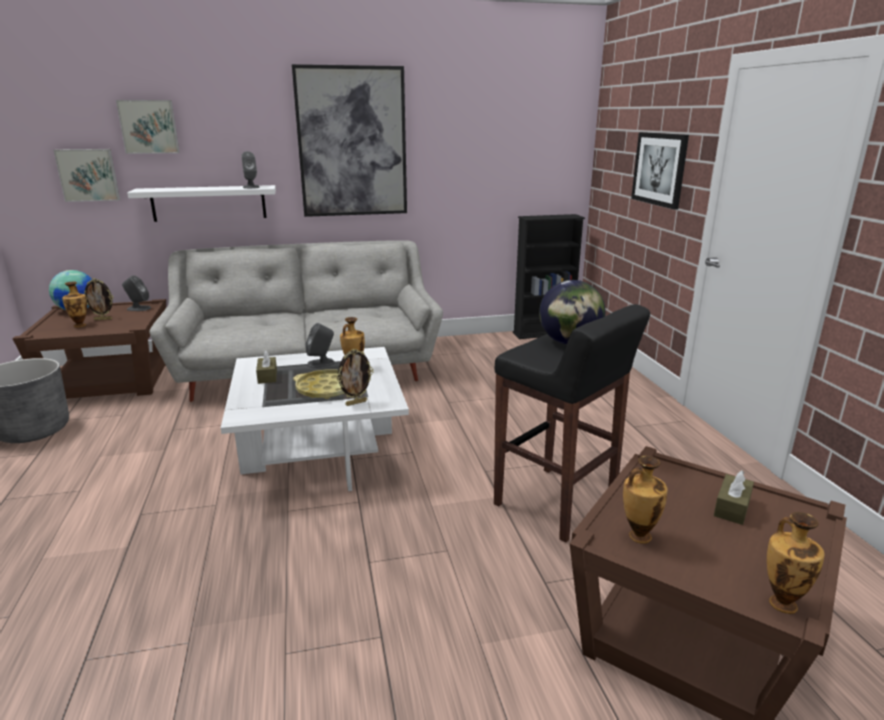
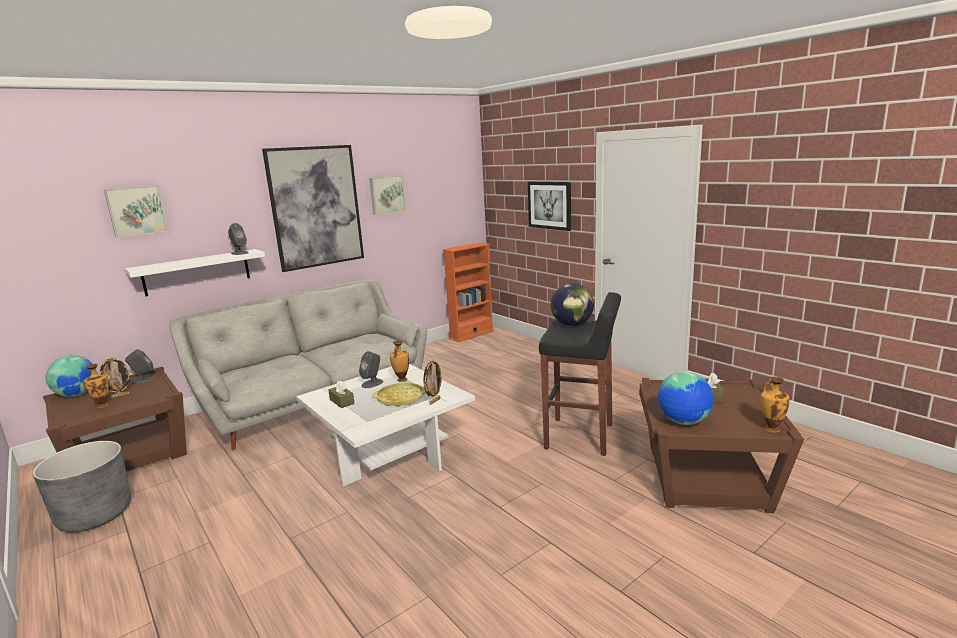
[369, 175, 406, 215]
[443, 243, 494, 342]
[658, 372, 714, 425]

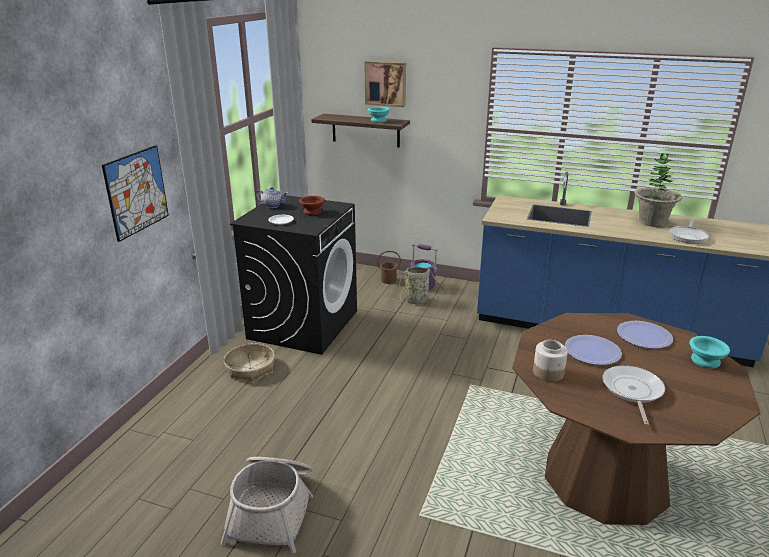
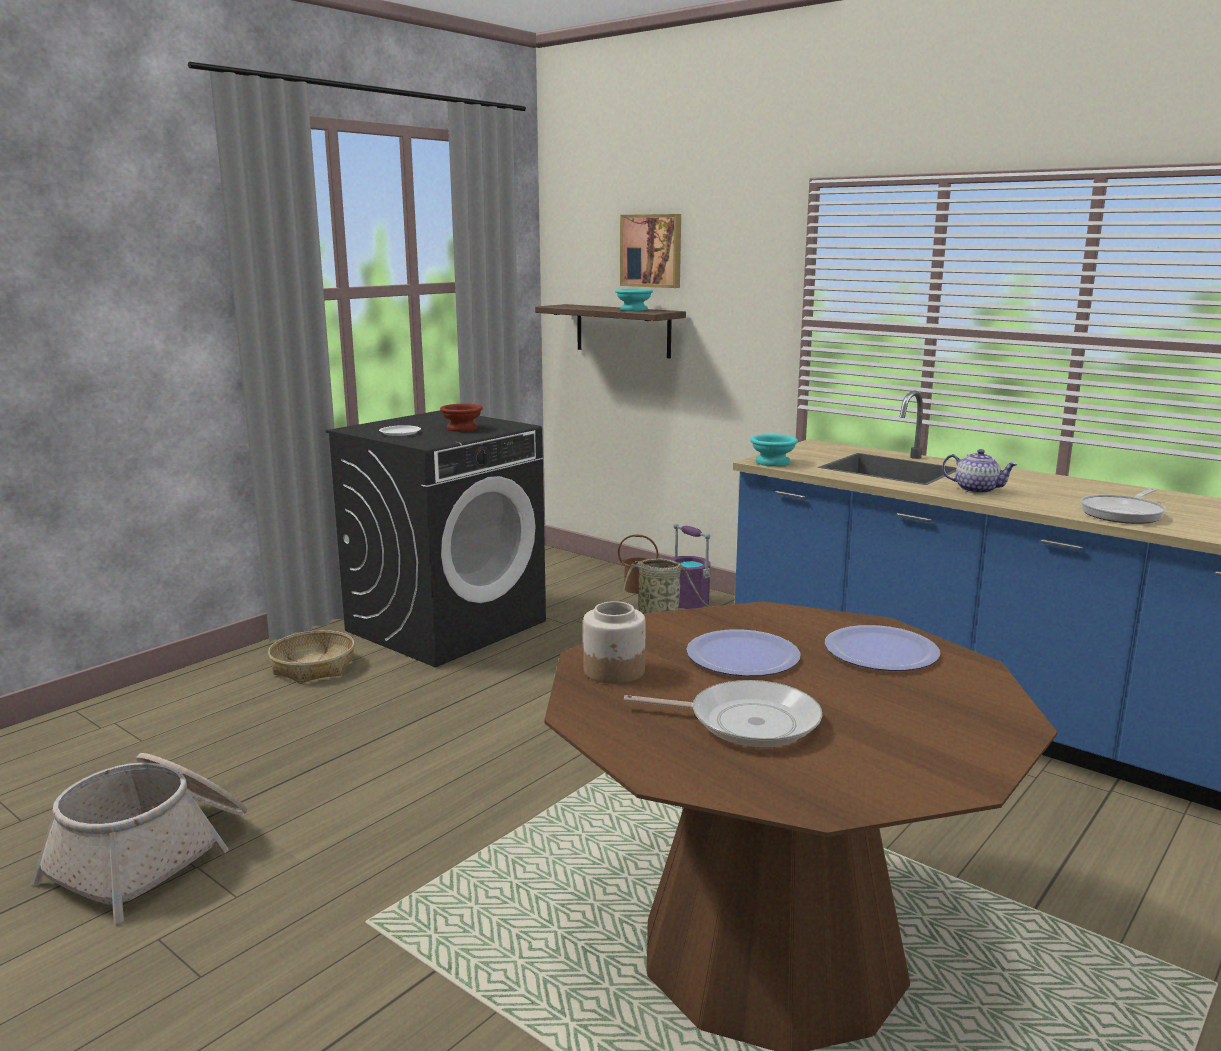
[624, 680, 822, 747]
[750, 434, 798, 466]
[942, 449, 1018, 494]
[102, 145, 169, 242] (first image)
[634, 153, 682, 227] (first image)

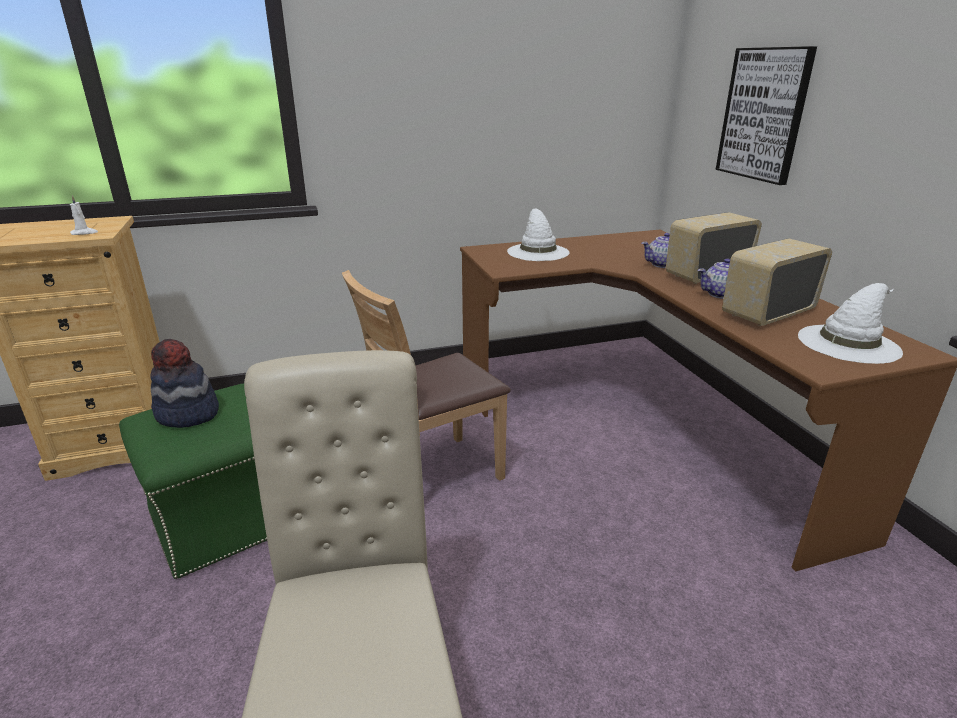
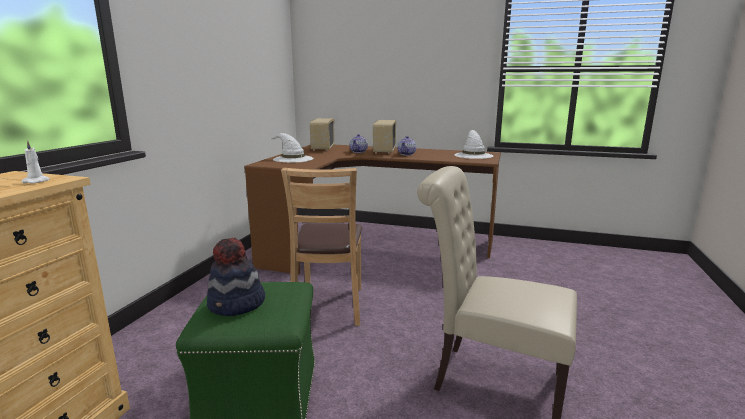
[310, 118, 335, 151]
[716, 46, 817, 185] (first image)

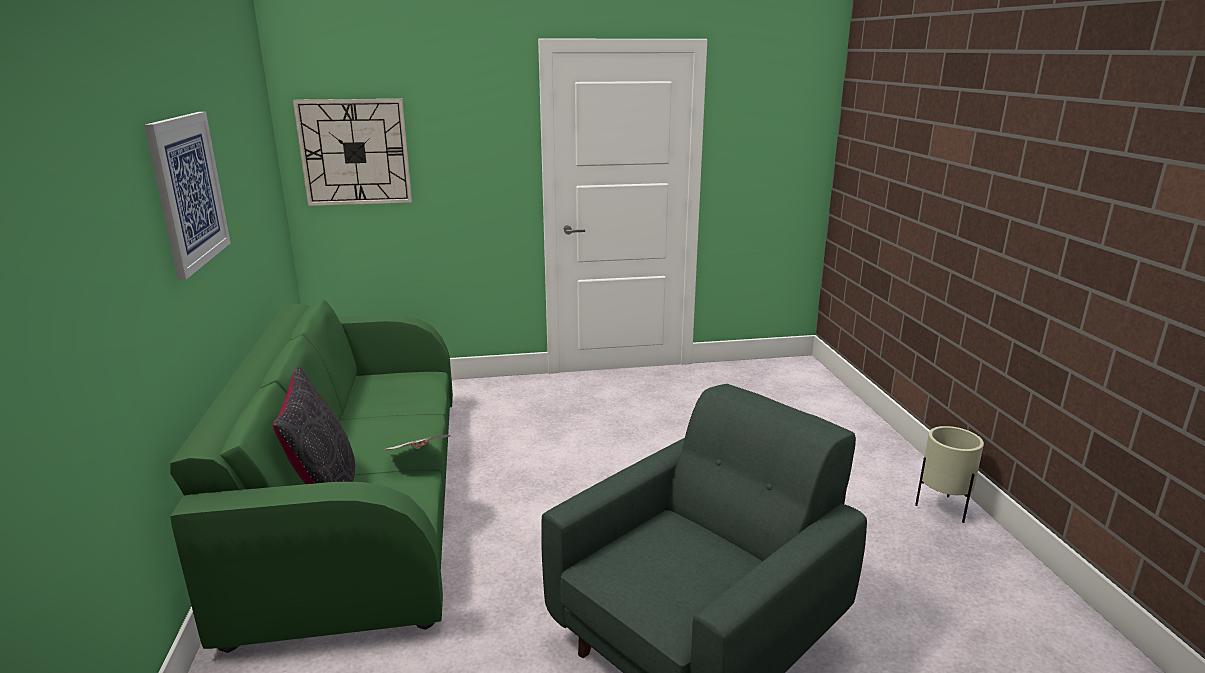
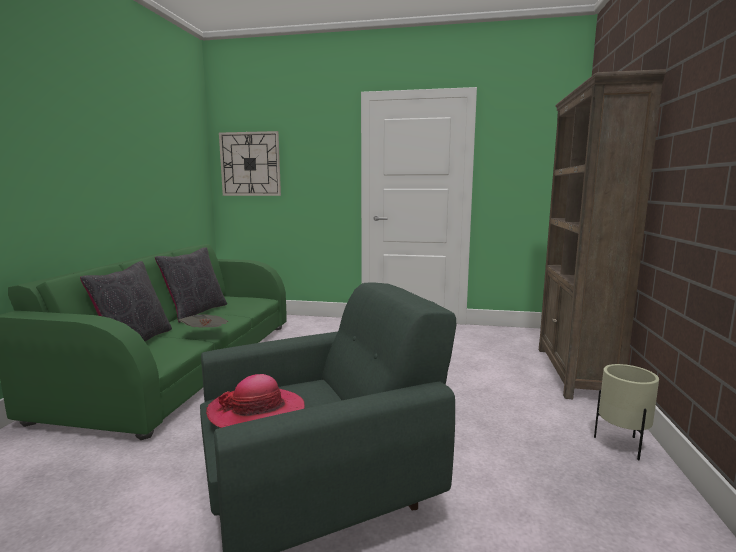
[155, 247, 227, 323]
[206, 374, 305, 428]
[539, 69, 666, 399]
[144, 112, 230, 280] (first image)

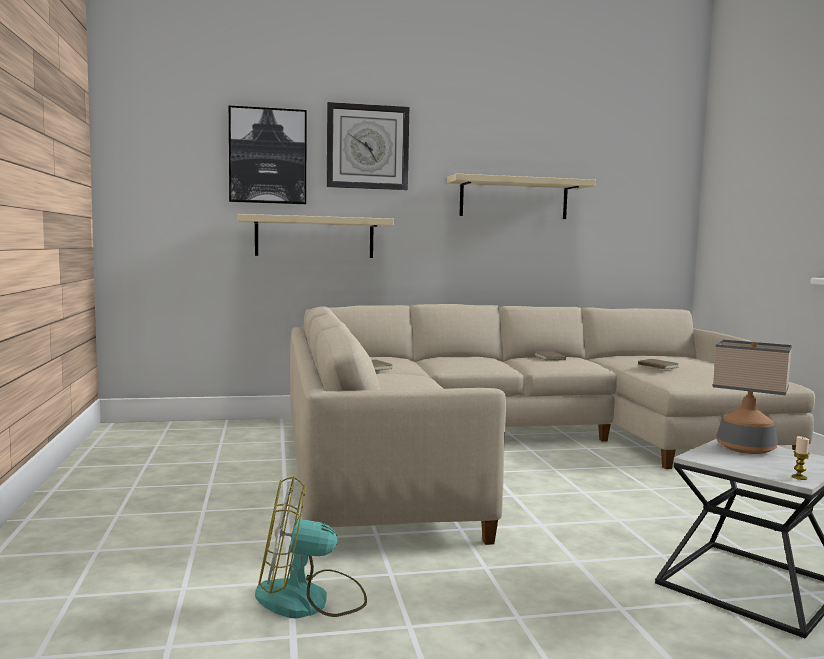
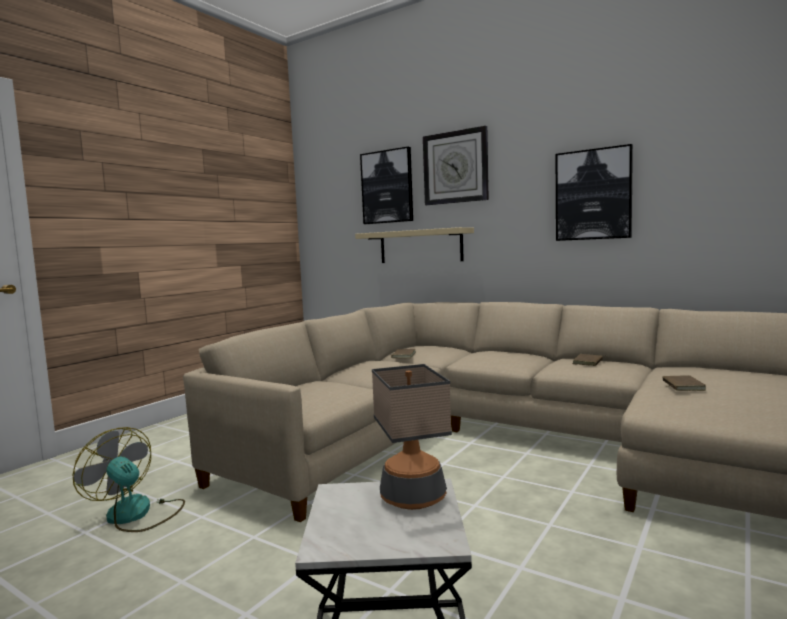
[556, 144, 633, 241]
[792, 436, 810, 480] (first image)

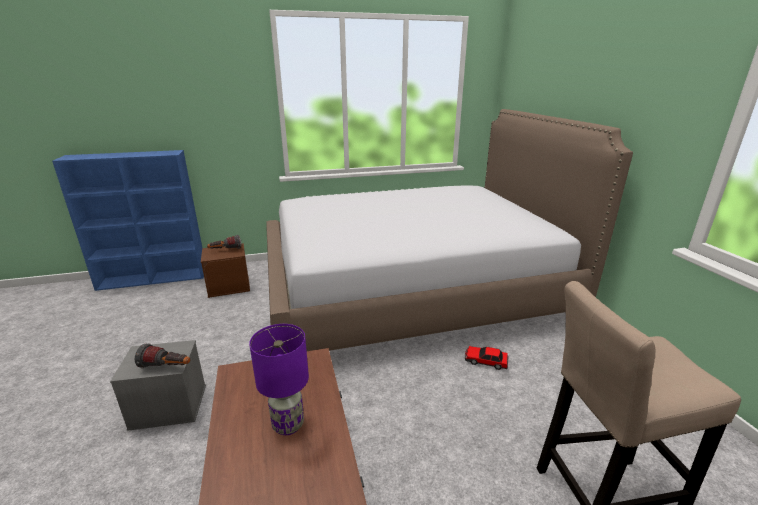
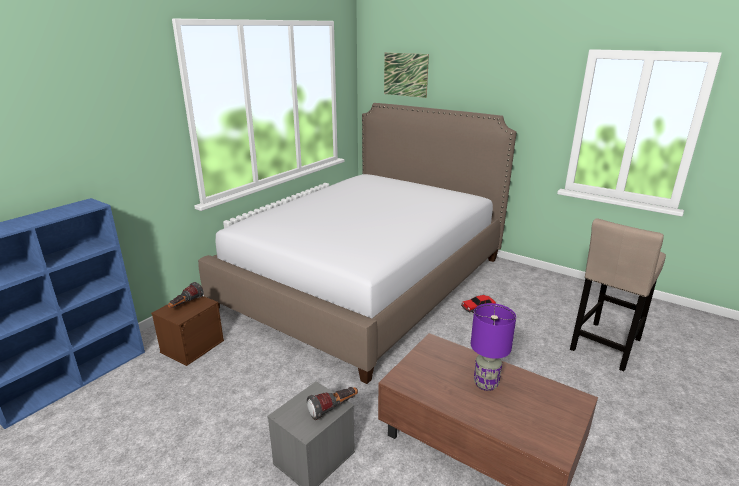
[384, 53, 429, 98]

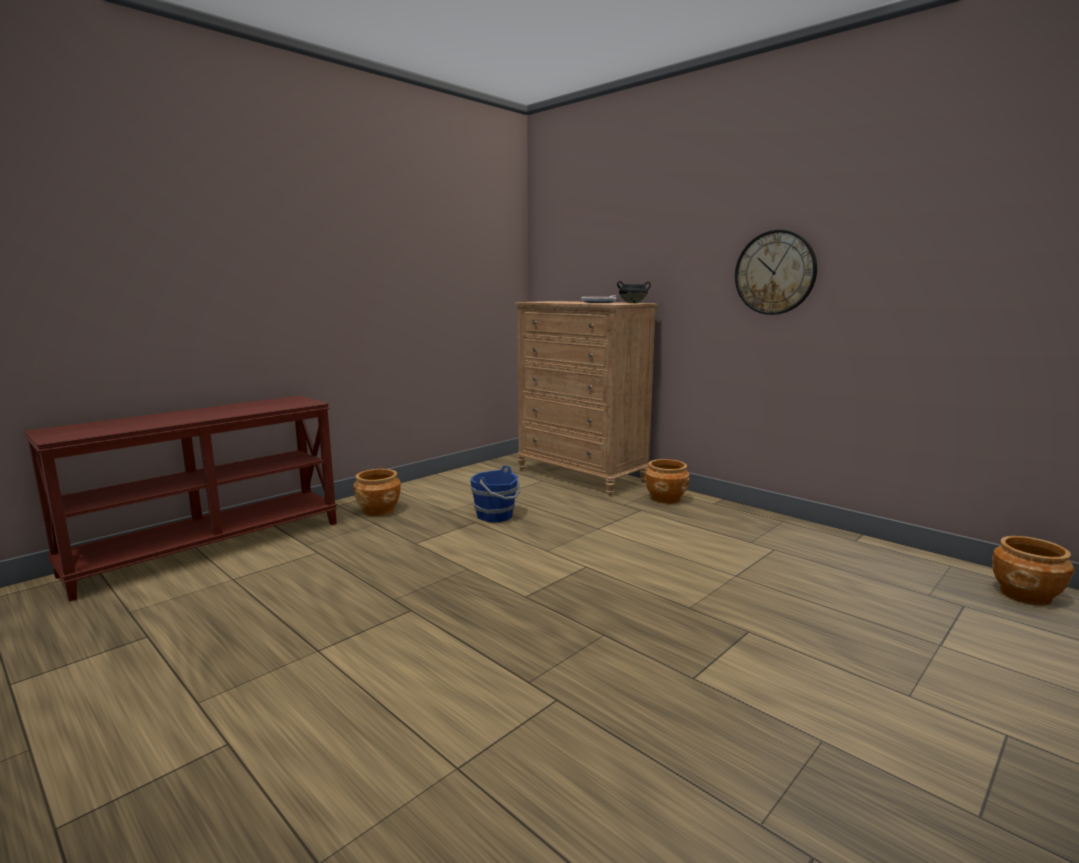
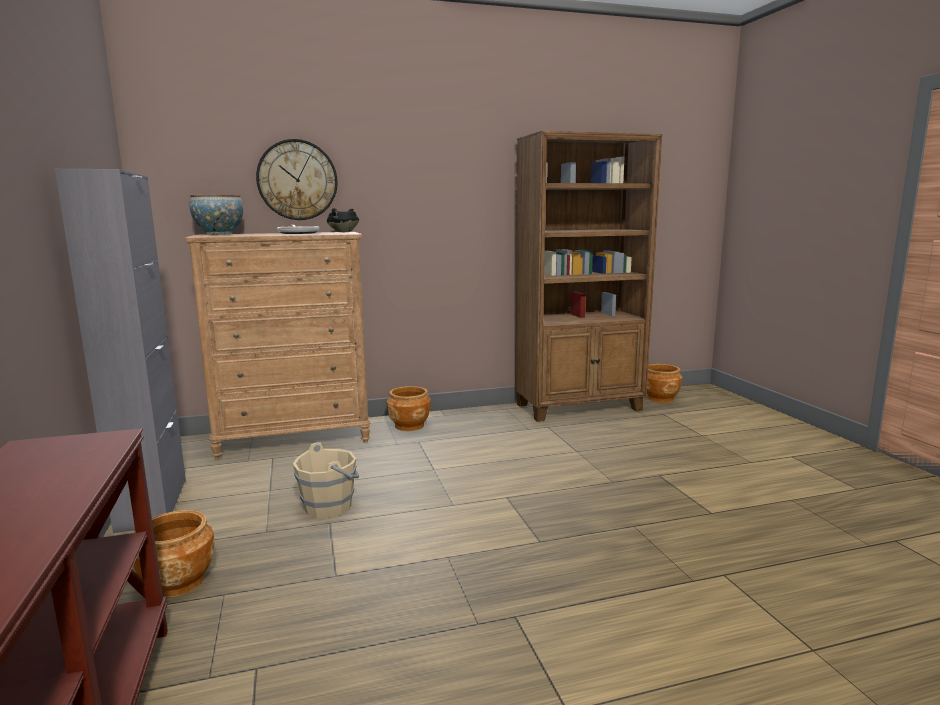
[55, 169, 186, 533]
[190, 195, 243, 235]
[256, 139, 338, 220]
[293, 442, 359, 519]
[515, 131, 662, 422]

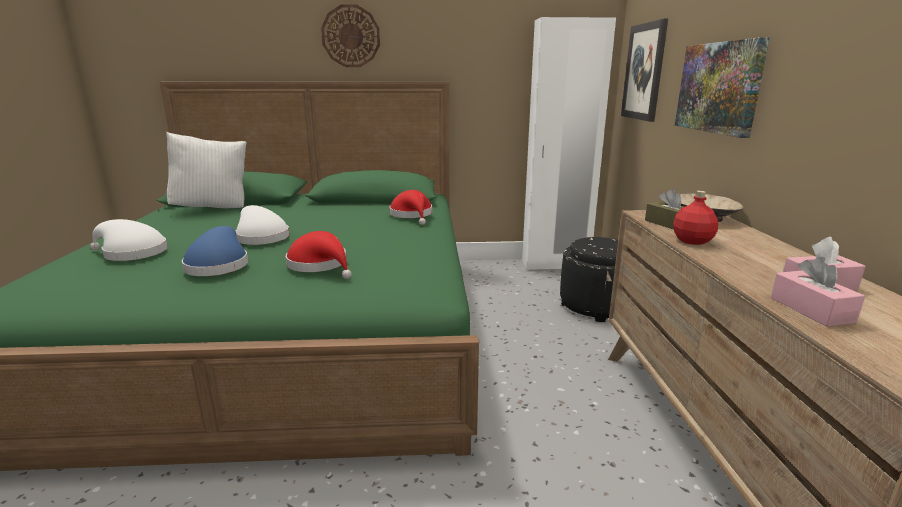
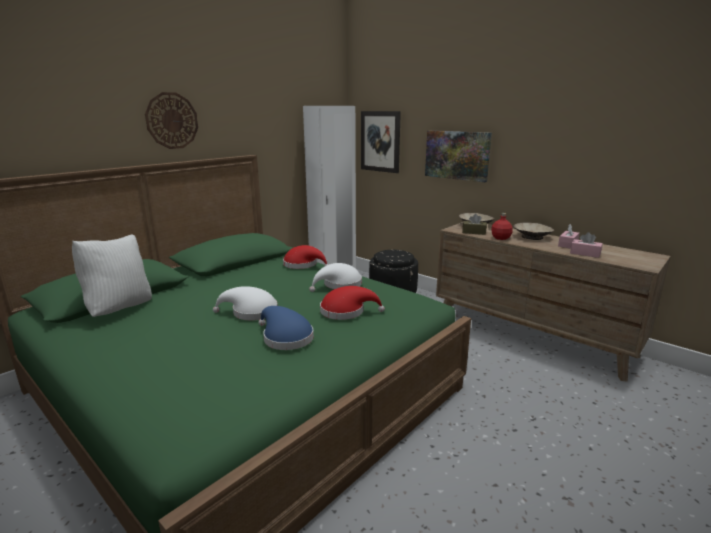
[309, 263, 362, 292]
[513, 222, 554, 240]

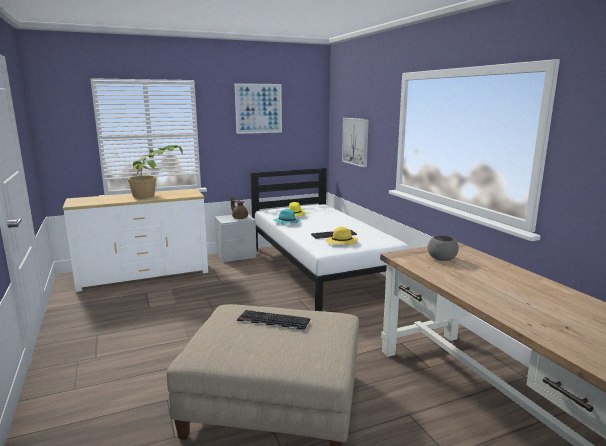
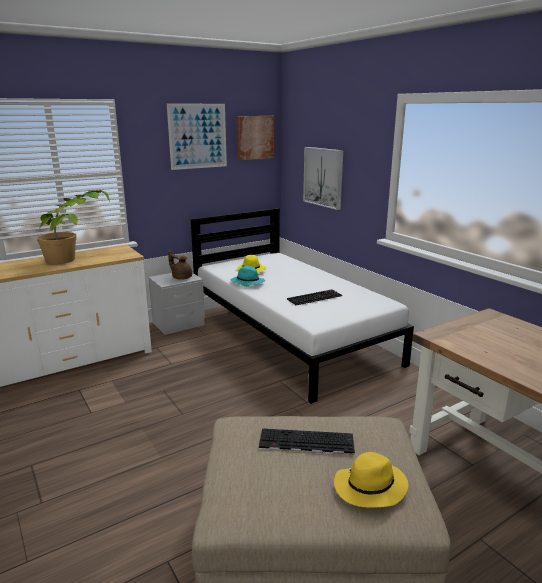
[237, 116, 275, 161]
[334, 452, 408, 508]
[427, 235, 459, 261] (first image)

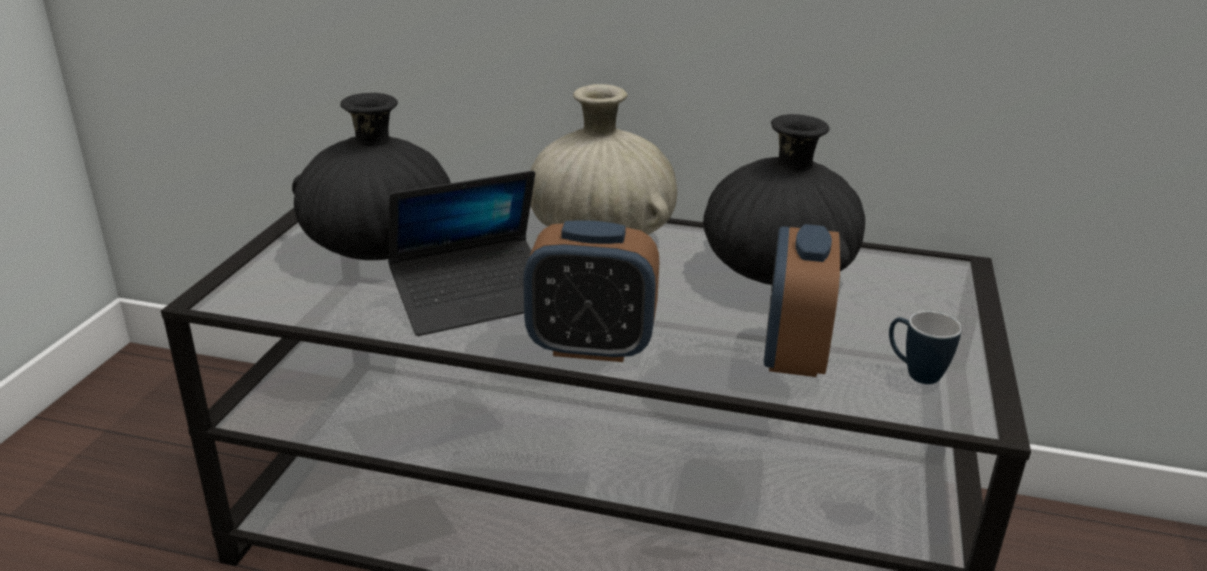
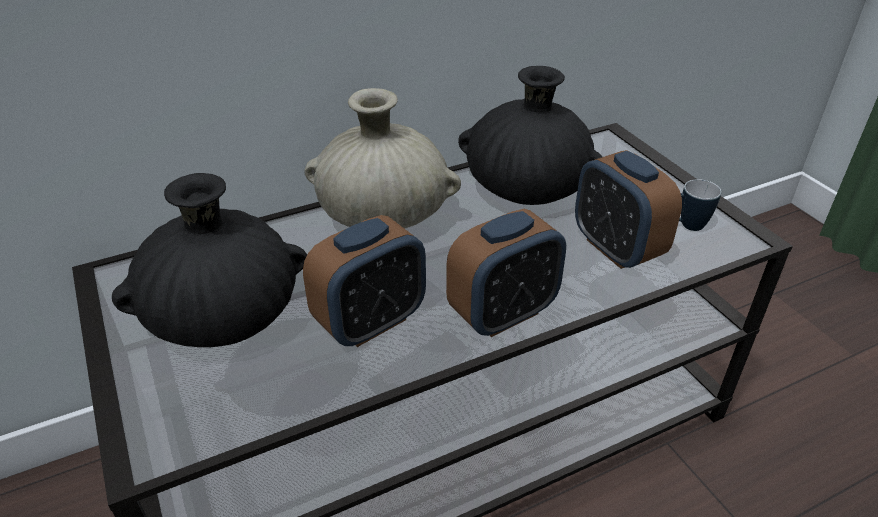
[303, 215, 426, 347]

